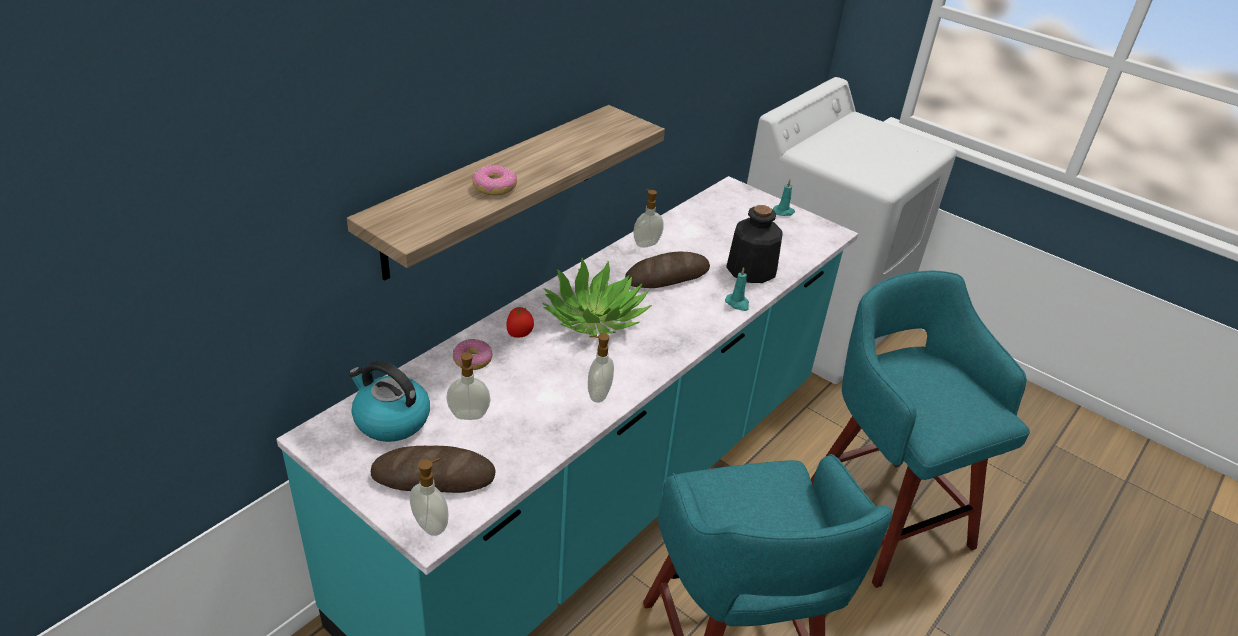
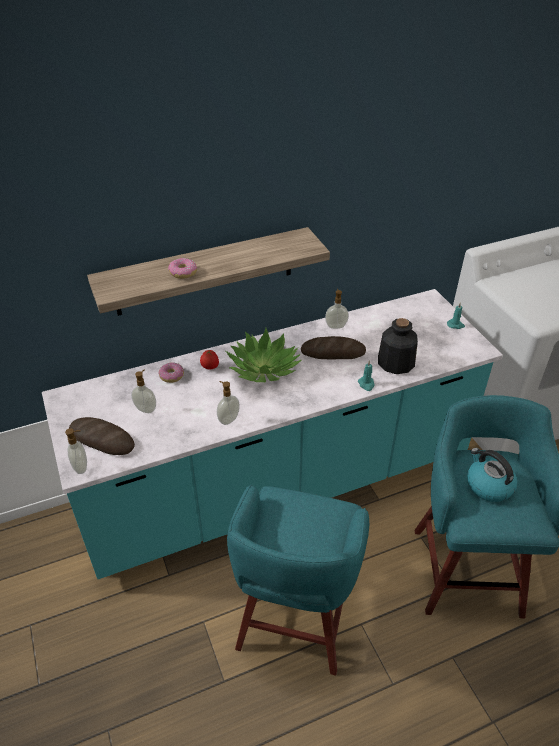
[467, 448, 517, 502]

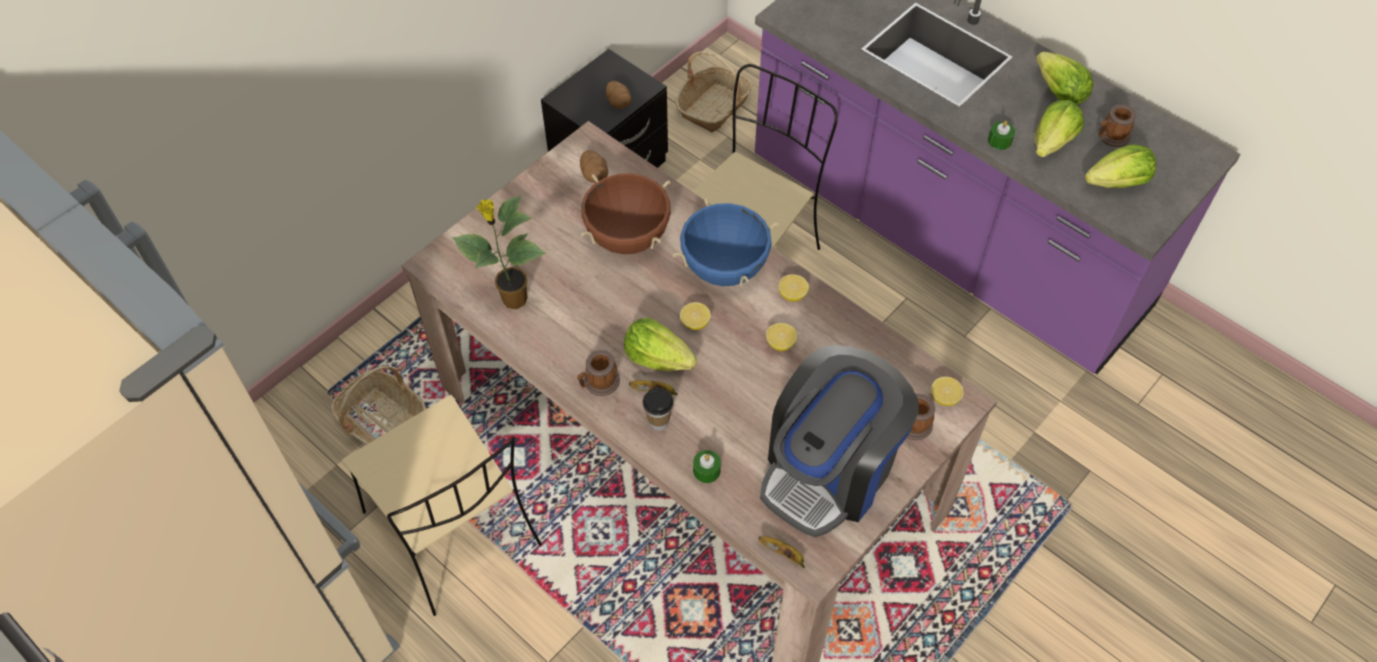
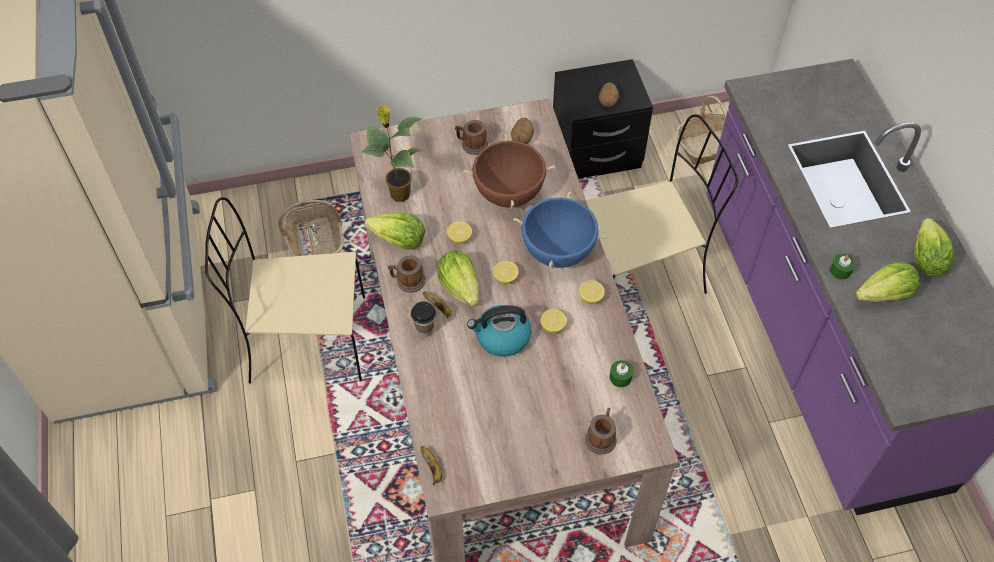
[205, 197, 365, 383]
[365, 212, 425, 250]
[447, 222, 472, 244]
[455, 120, 488, 155]
[467, 305, 531, 357]
[609, 360, 633, 387]
[760, 345, 919, 537] (first image)

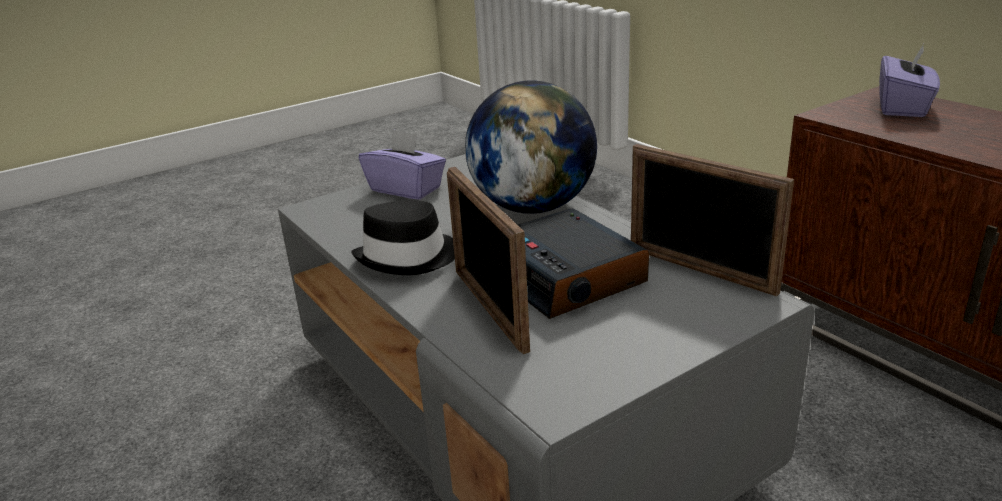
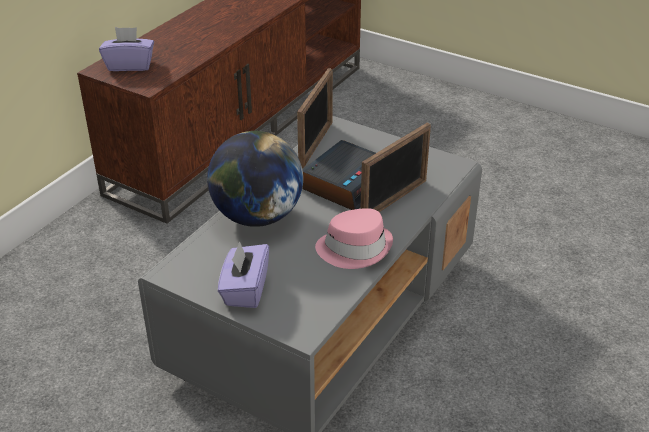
[315, 208, 393, 269]

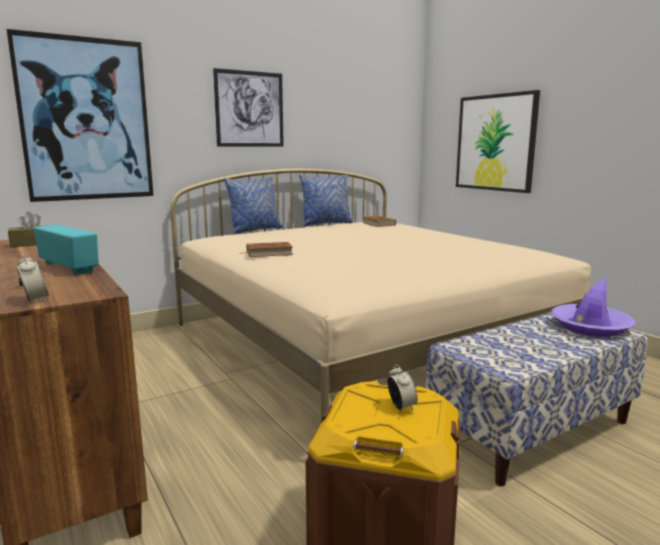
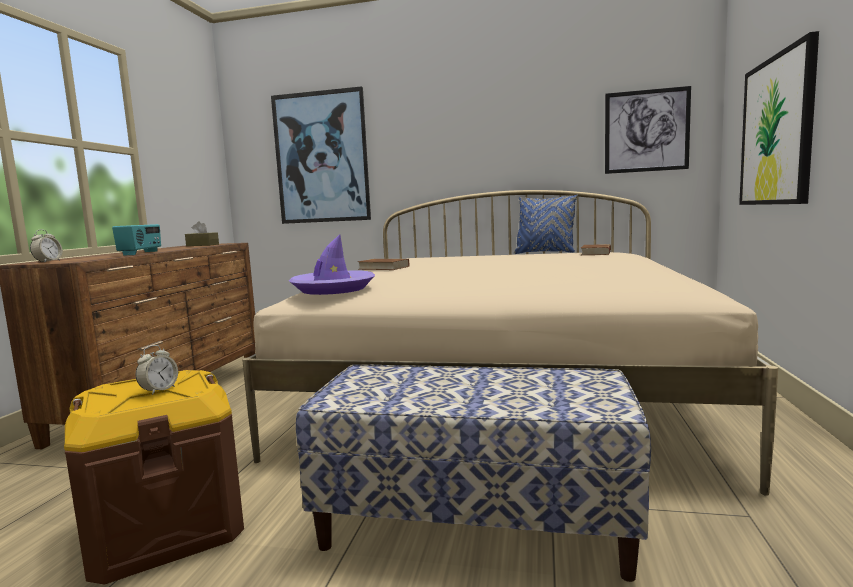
[289, 234, 375, 295]
[605, 86, 691, 174]
[224, 177, 283, 234] (first image)

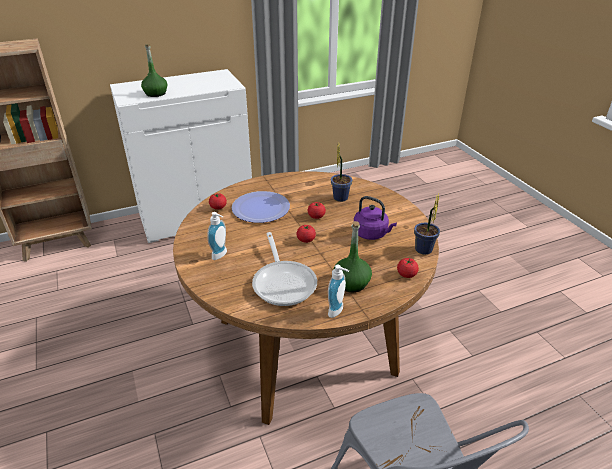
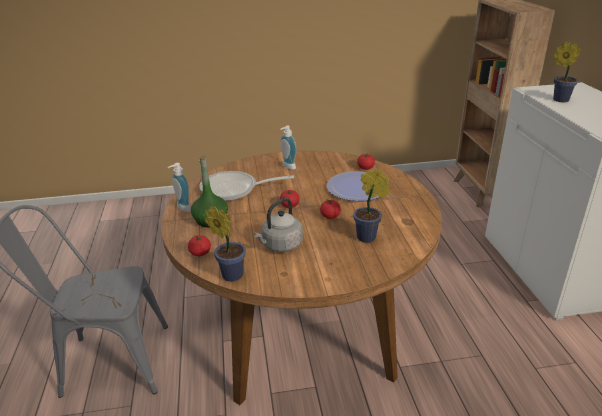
[253, 198, 303, 252]
[553, 41, 581, 102]

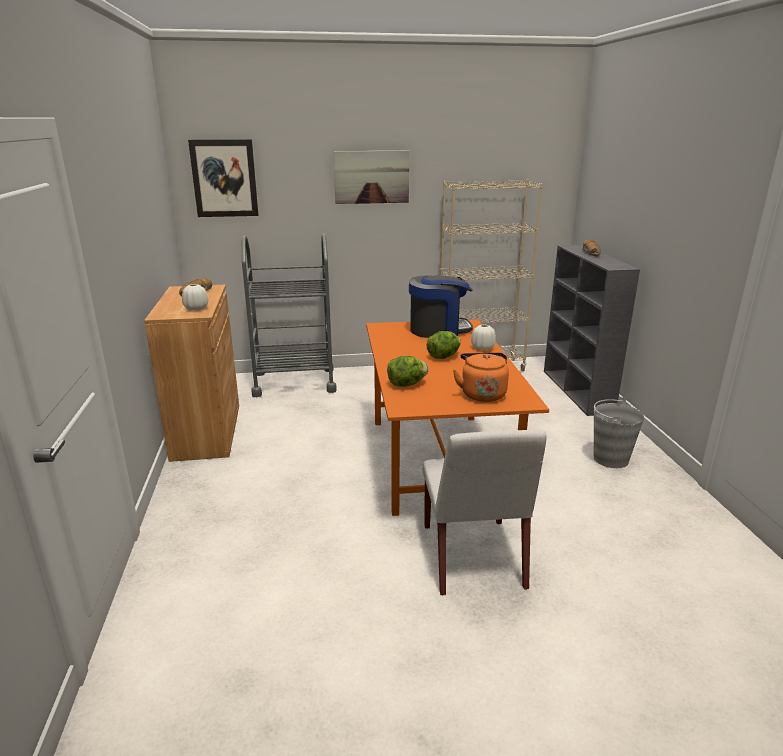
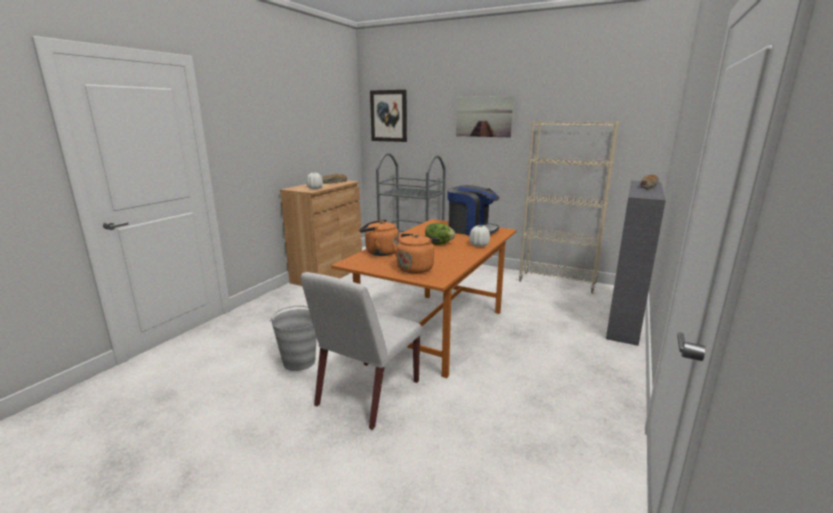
[269, 306, 317, 371]
[359, 219, 399, 256]

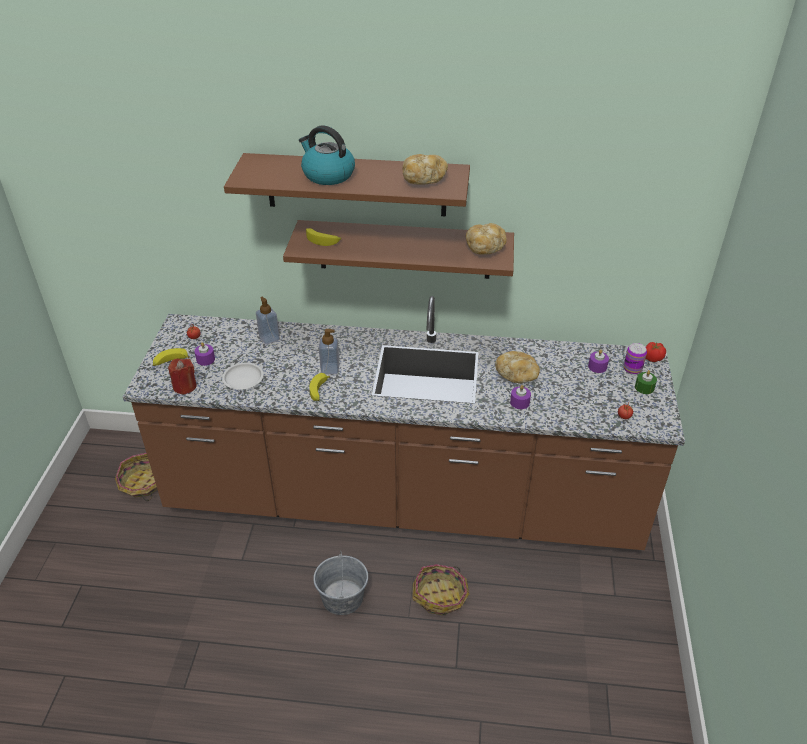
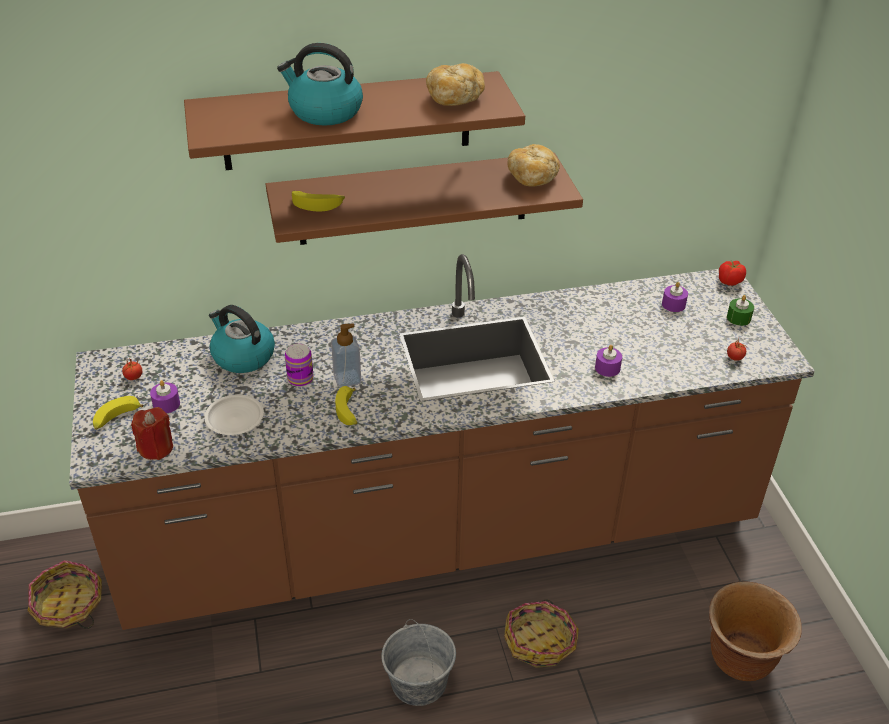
[209, 305, 275, 373]
[285, 343, 314, 387]
[709, 582, 802, 681]
[495, 351, 540, 384] (first image)

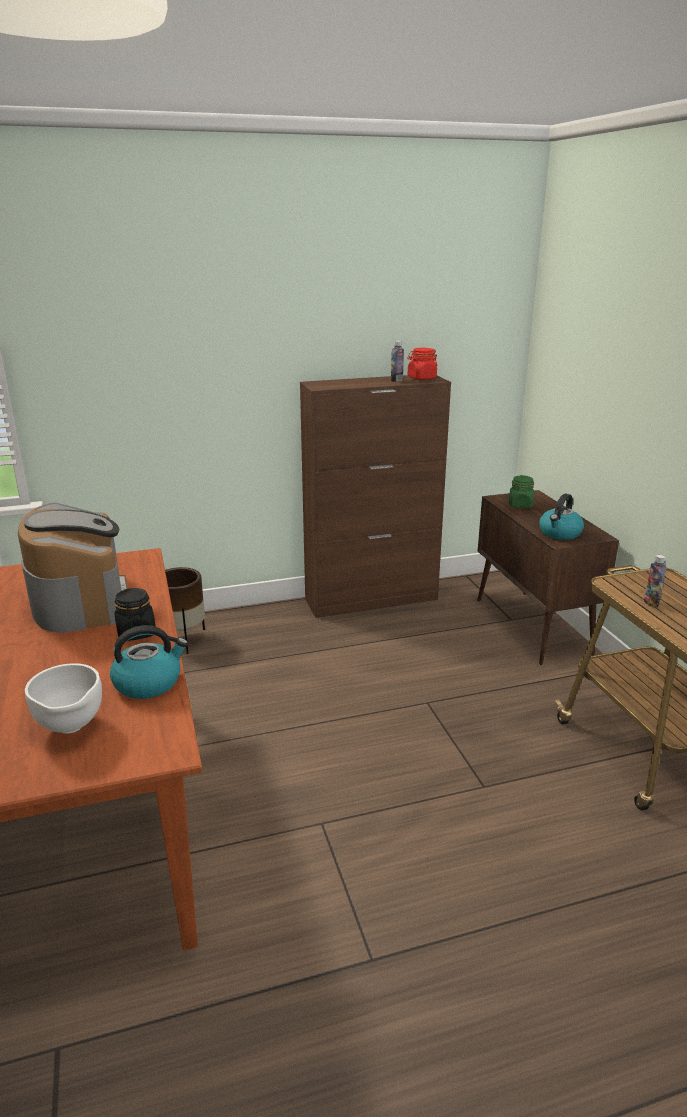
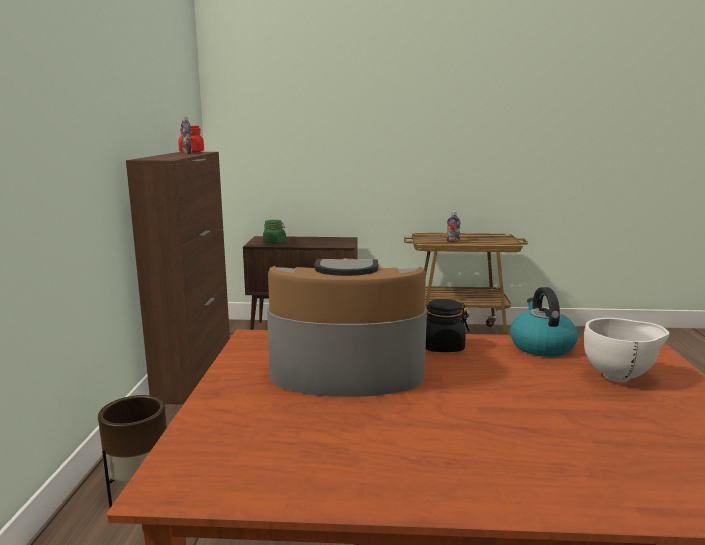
[539, 494, 584, 540] (first image)

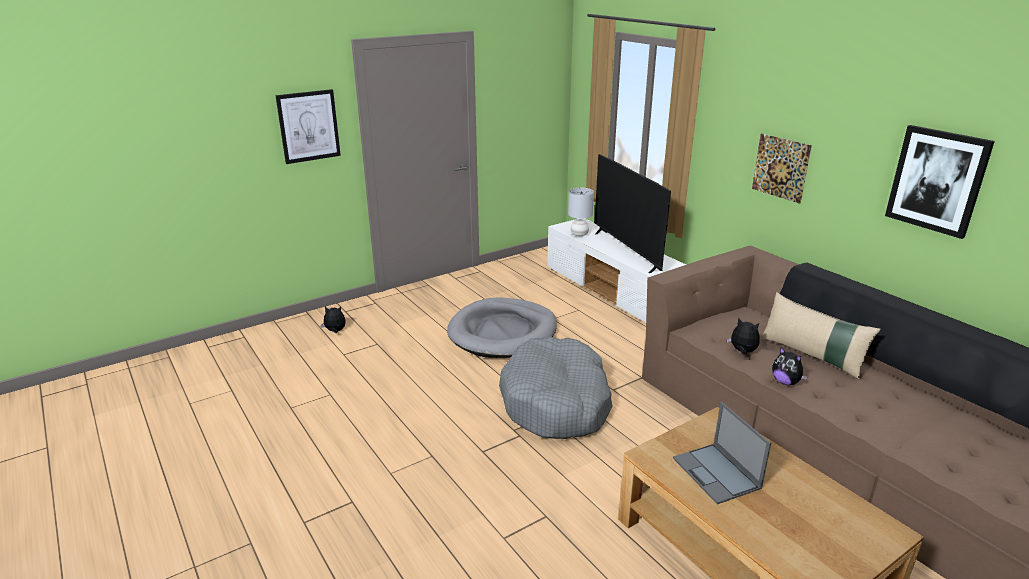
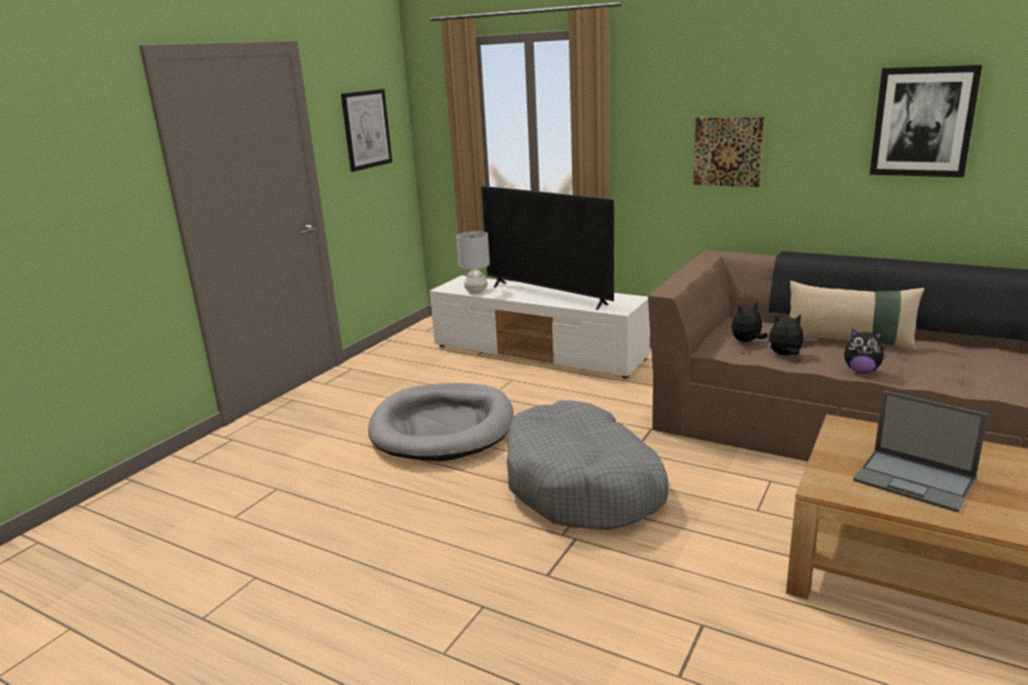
[341, 89, 392, 172]
[731, 301, 768, 342]

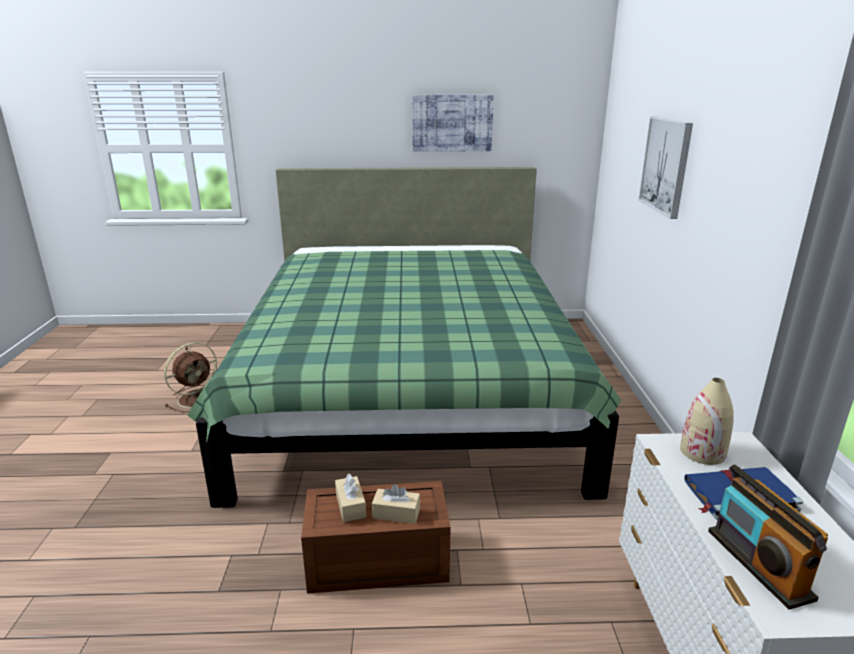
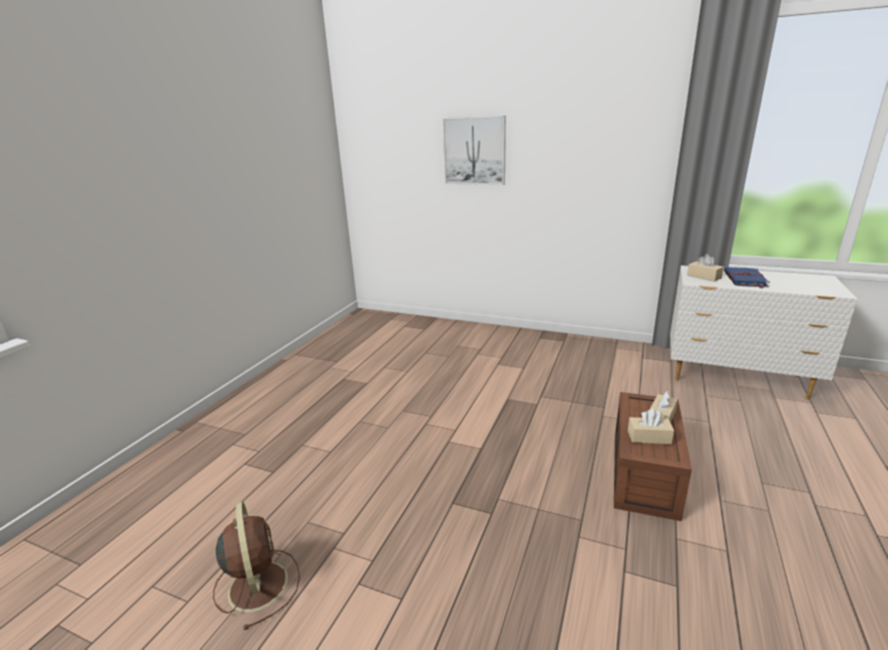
[687, 254, 724, 282]
[187, 167, 621, 508] (first image)
[412, 95, 494, 152] (first image)
[708, 464, 828, 610] (first image)

